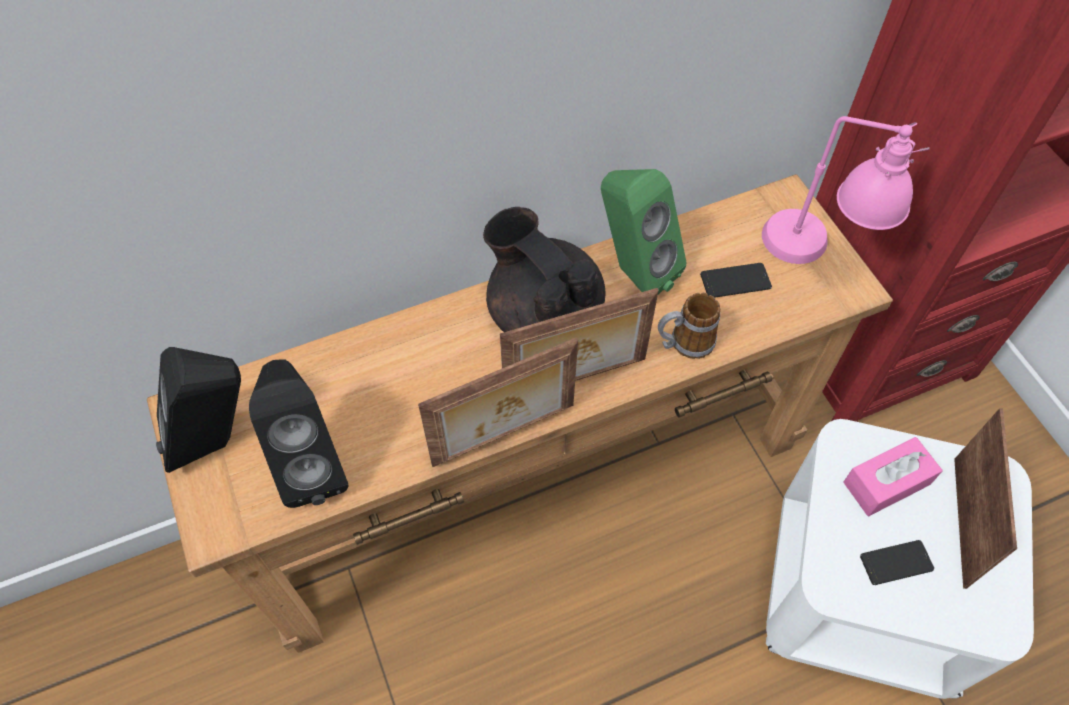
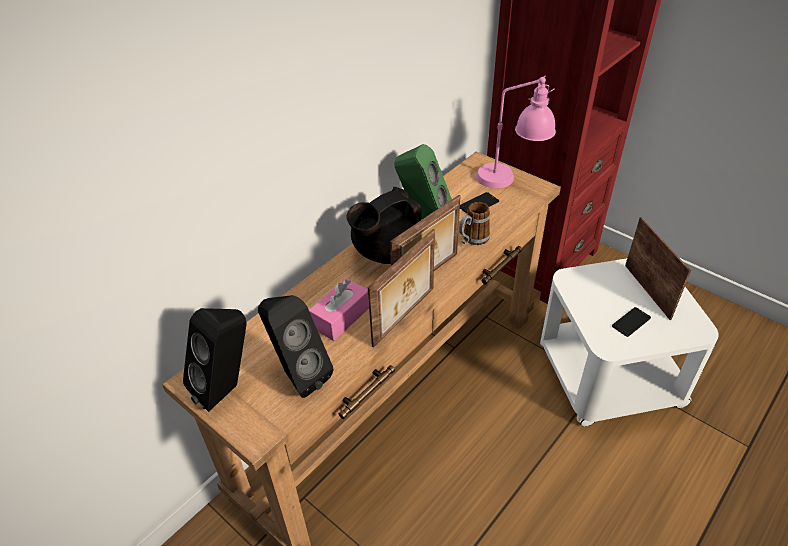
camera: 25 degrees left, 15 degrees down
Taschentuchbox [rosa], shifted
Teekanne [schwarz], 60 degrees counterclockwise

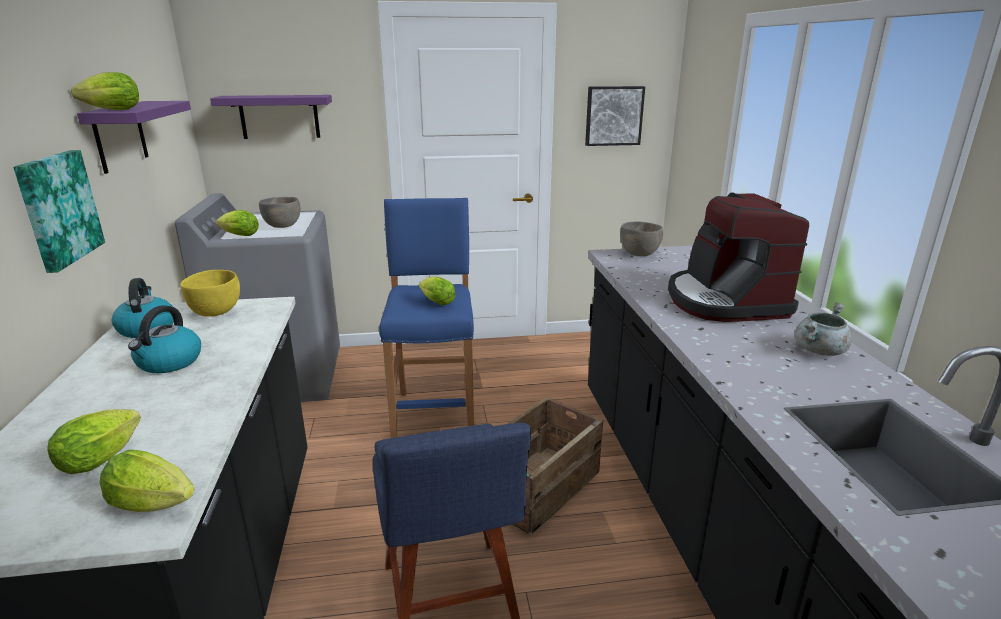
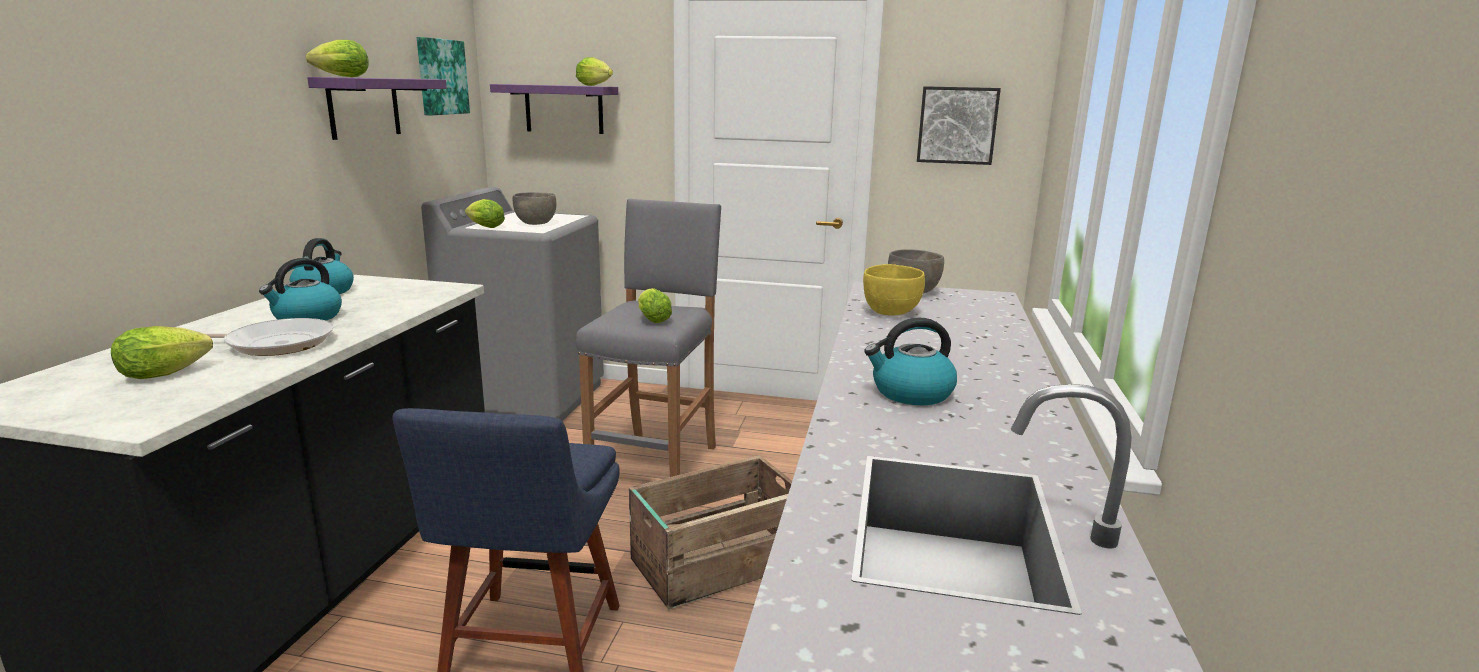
camera: 20 degrees right, 5 degrees down
Kaffeemaschine → -
Kochtopf [grau] → -
- → Pfanne
- → Wasserkessel (no. 3 from left)
Bild (no. 1 from left), shifted
Salatkopf (no. 3 from left in the first image) → Salatkopf (no. 4 from left), shifted
Schüssel [gelb], shifted
Hocker [blau] → Hocker [grau]

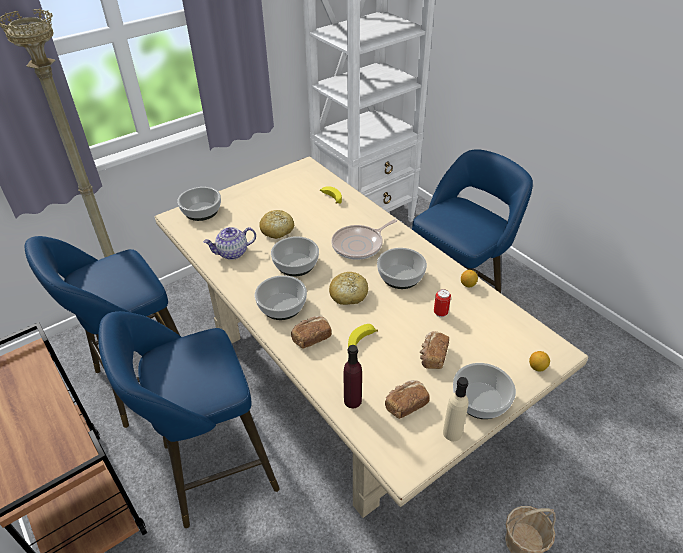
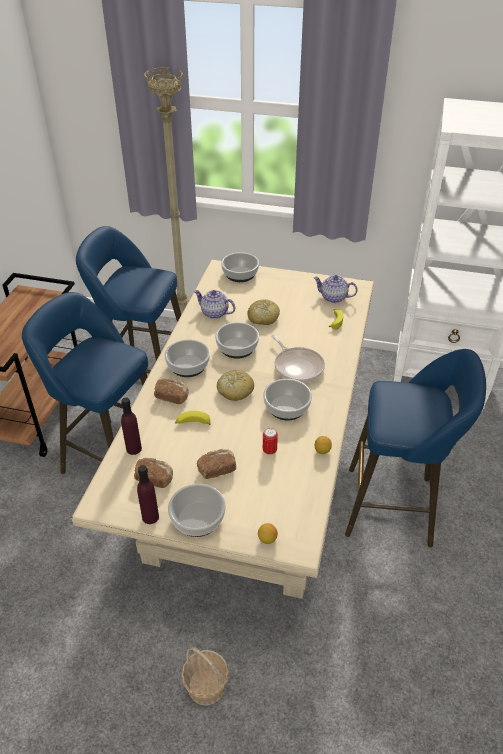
camera: 50 degrees right, 0 degrees up
- → Teekanne (no. 2 from left)
Flasche [beige] → Flasche [lila] (no. 2 from left)
Pfanne, 135 degrees counterclockwise

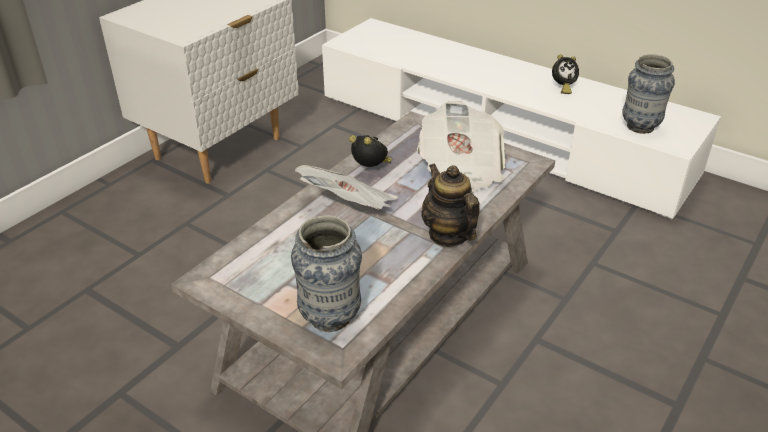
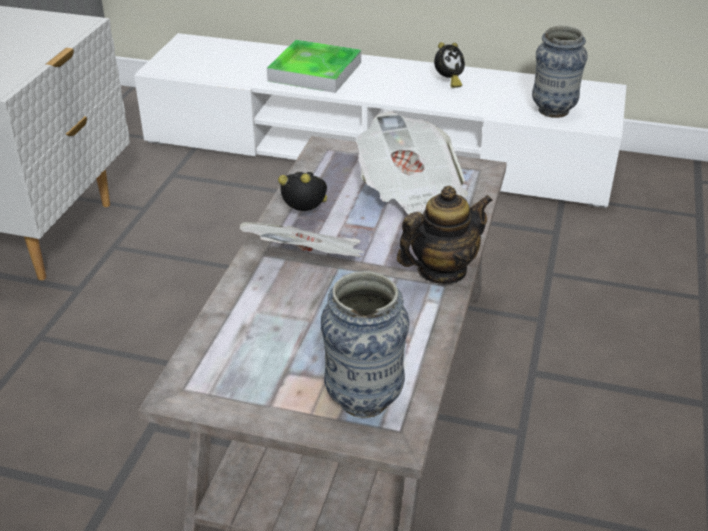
camera: 20 degrees left, 0 degrees up
- → Tablett
Teekanne, 105 degrees clockwise

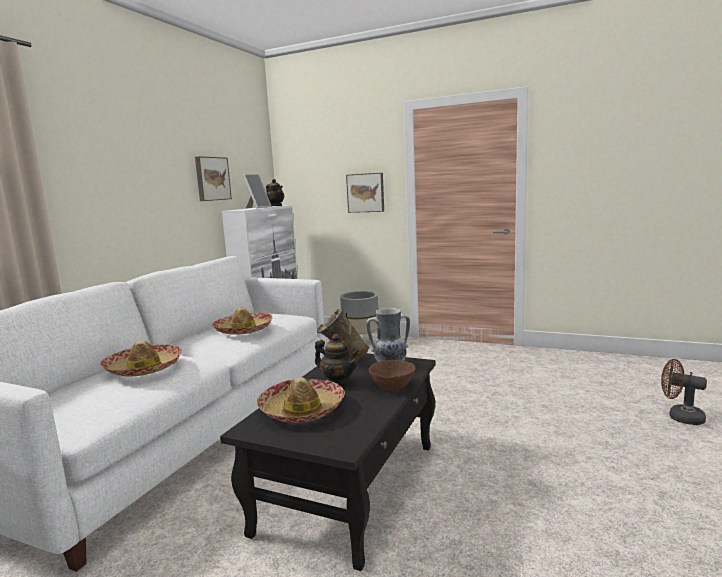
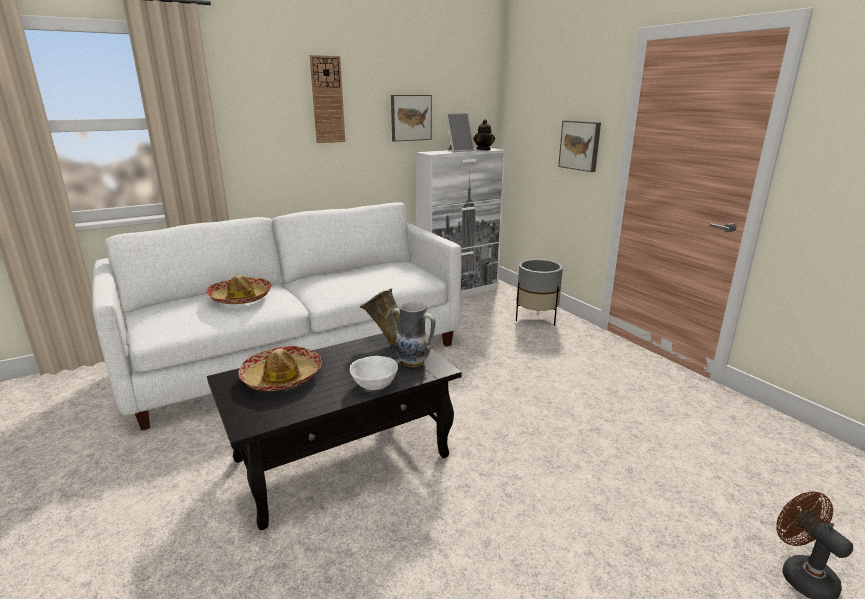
camera: 35 degrees right, 10 degrees up
Hut (no. 2 from left) → -
Teekanne (no. 2 from left) → -
- → Wanduhr
Schüssel [braun] → Schüssel [weiß]

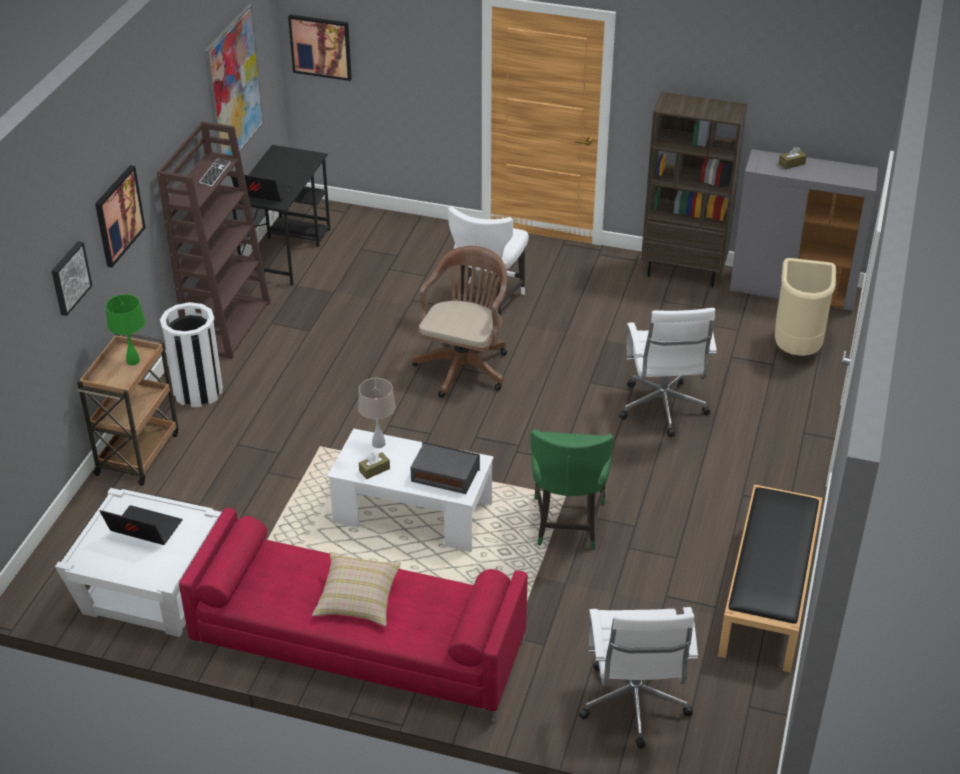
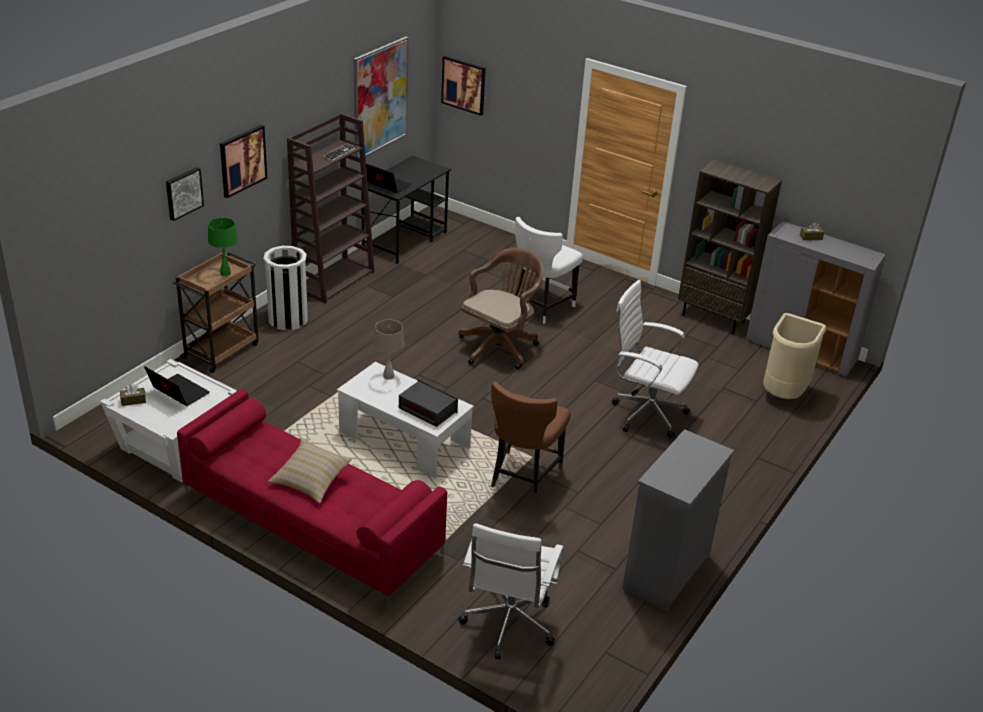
camera: 15 degrees right, 5 degrees down
Taschentuchbox [braun] (no. 1 from left), shifted
Bank [schwarz] → Kommode [grau]
Stuhl [grün] → Stuhl [braun]
Bürostuhl [weiß] (no. 2 from left), 105 degrees clockwise

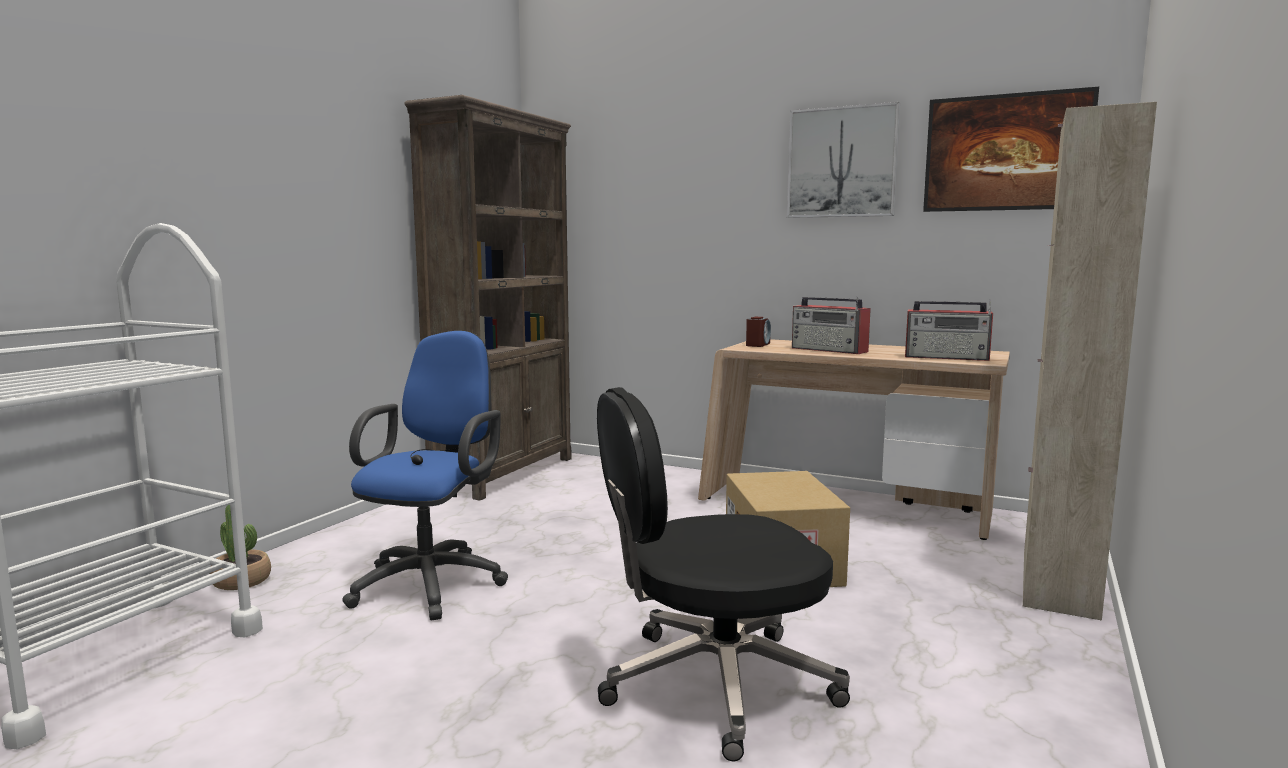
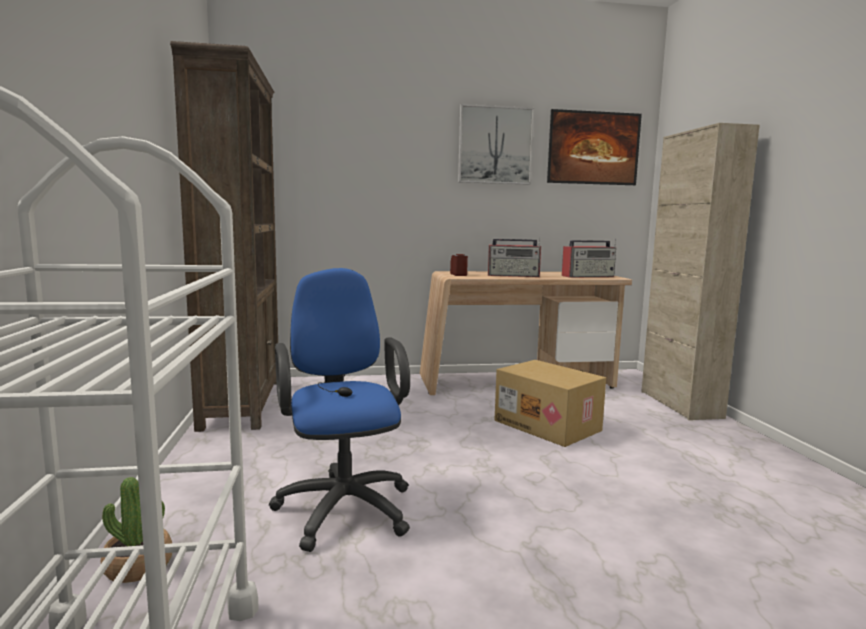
camera: 35 degrees left, 0 degrees up
Bürostuhl [schwarz] → -

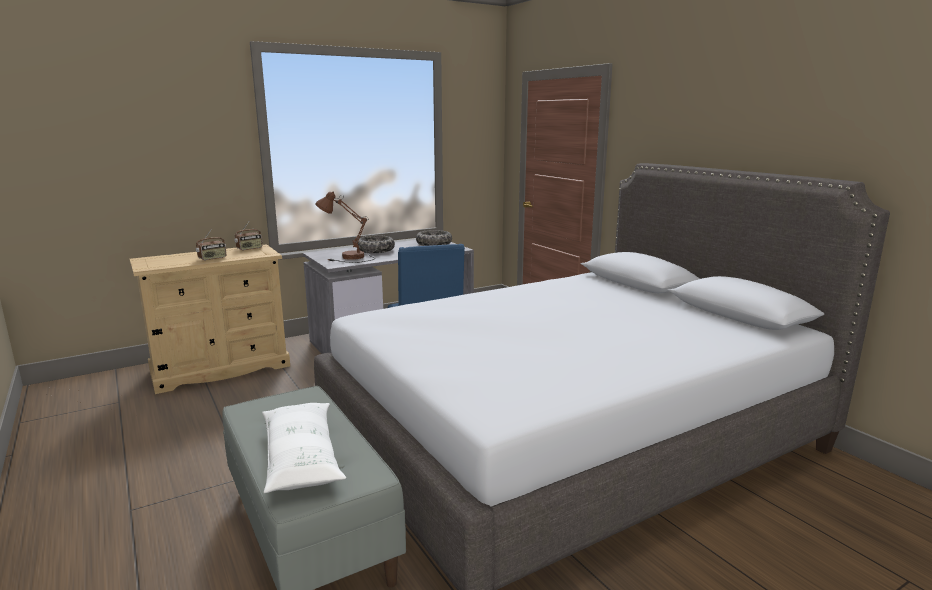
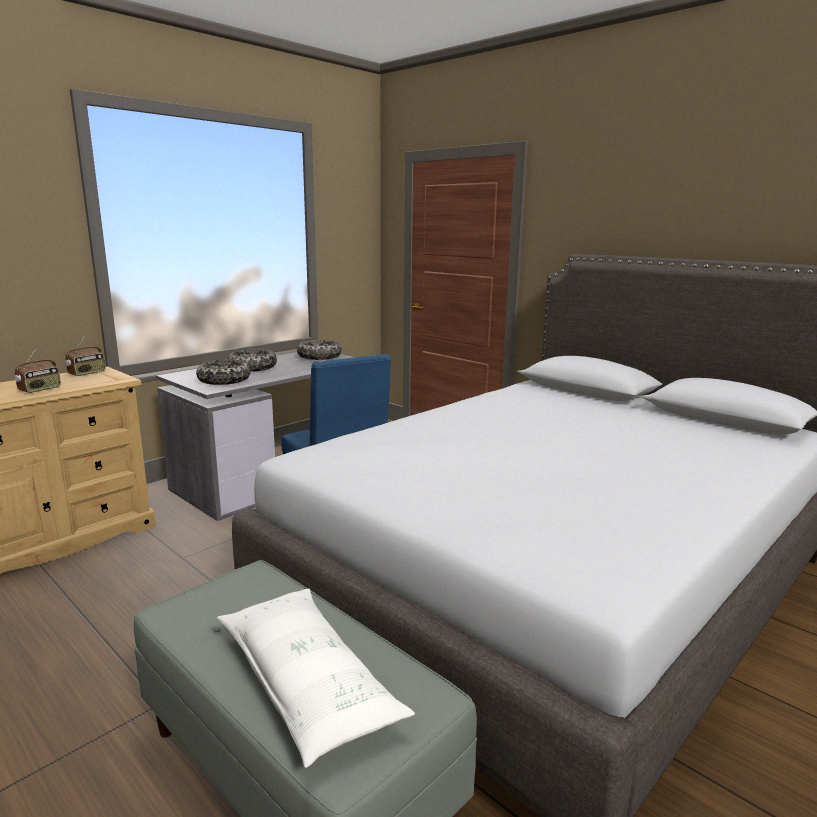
camera: 15 degrees left, 0 degrees up
Tischlampe [braun] → Schüssel (no. 1 from left)

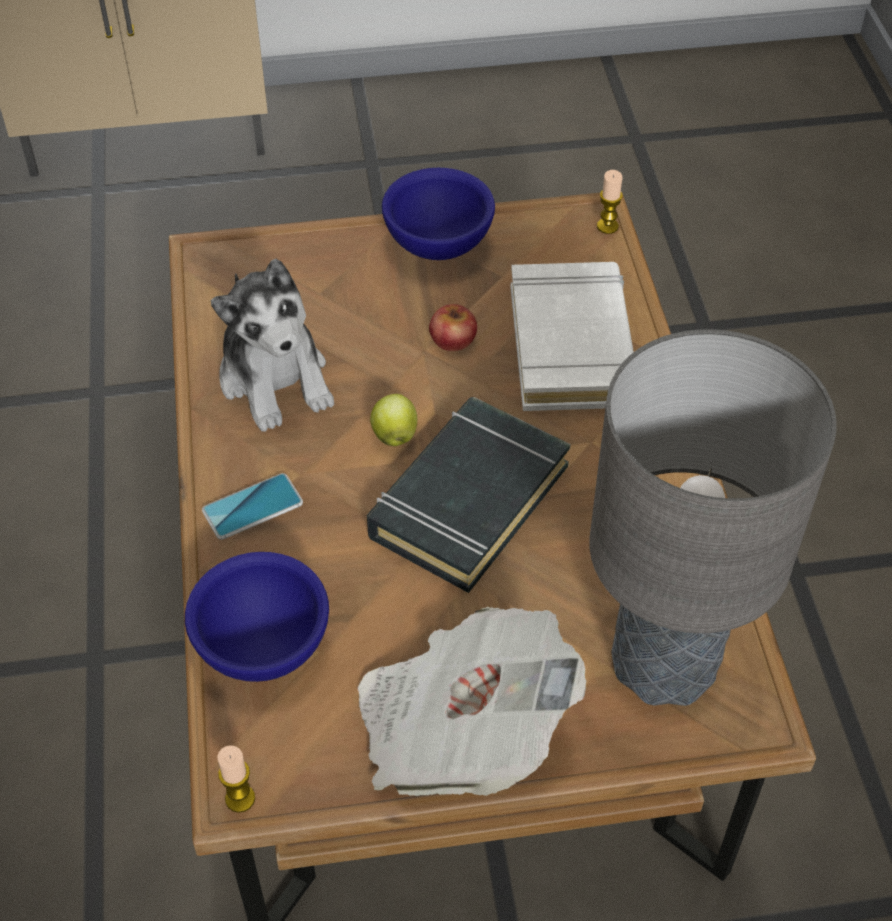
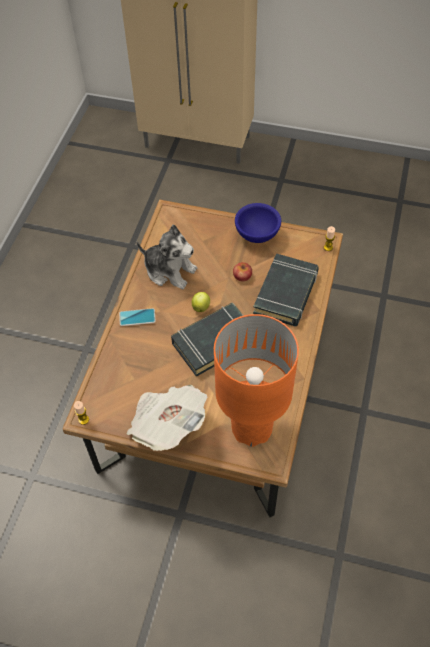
camera: 25 degrees right, 5 degrees up
Schüssel [blau] (no. 1 from left) → -
Buch [weiß] → Buch [schwarz] (no. 2 from left)
Tischlampe [grau] → Tischlampe [orange]
Plüschtier, 60 degrees counterclockwise

